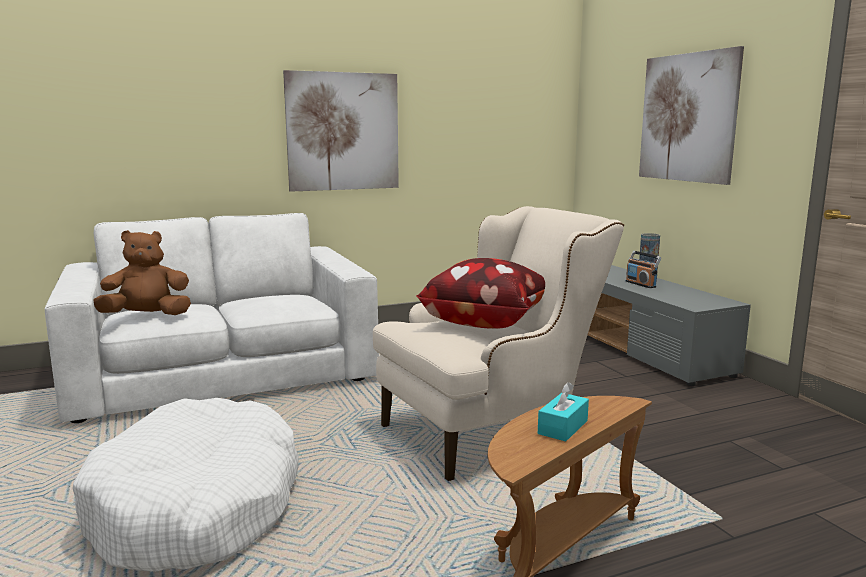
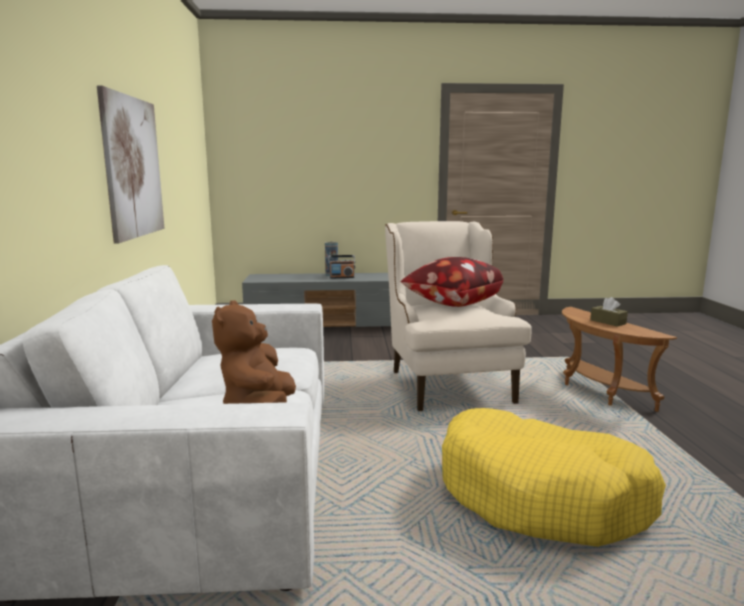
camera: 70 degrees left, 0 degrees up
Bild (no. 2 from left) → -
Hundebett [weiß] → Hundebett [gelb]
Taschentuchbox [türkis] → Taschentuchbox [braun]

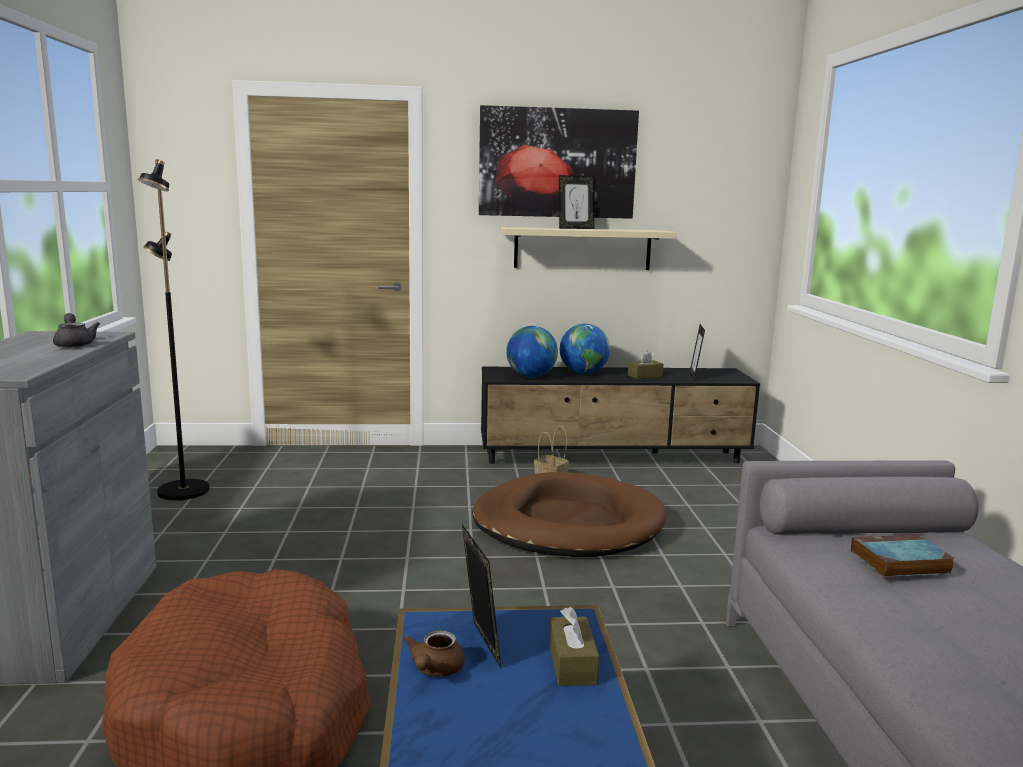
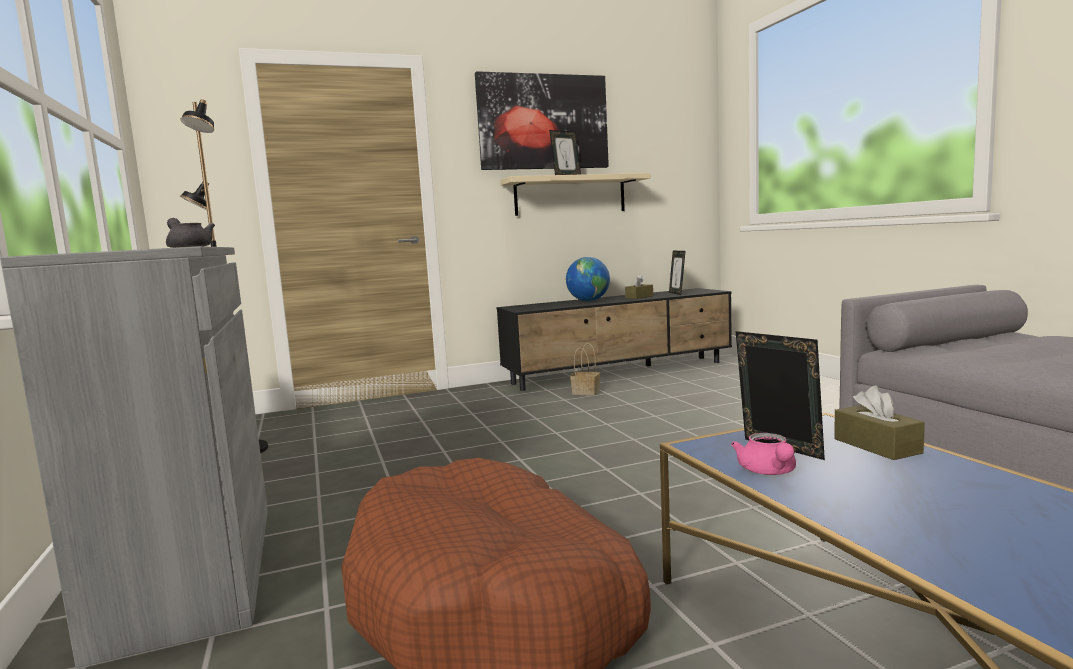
camera: 15 degrees left, 5 degrees down
Hundebett [braun] (no. 2 from left) → -
Globus (no. 1 from left) → -
Buch → -
Teekanne [braun] → Teekanne [rosa]

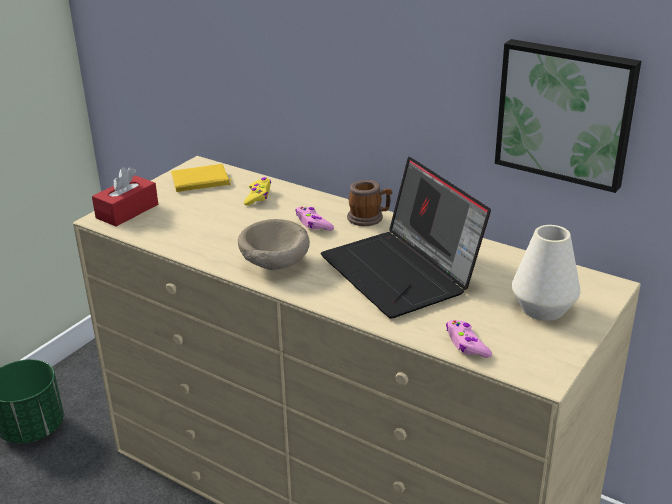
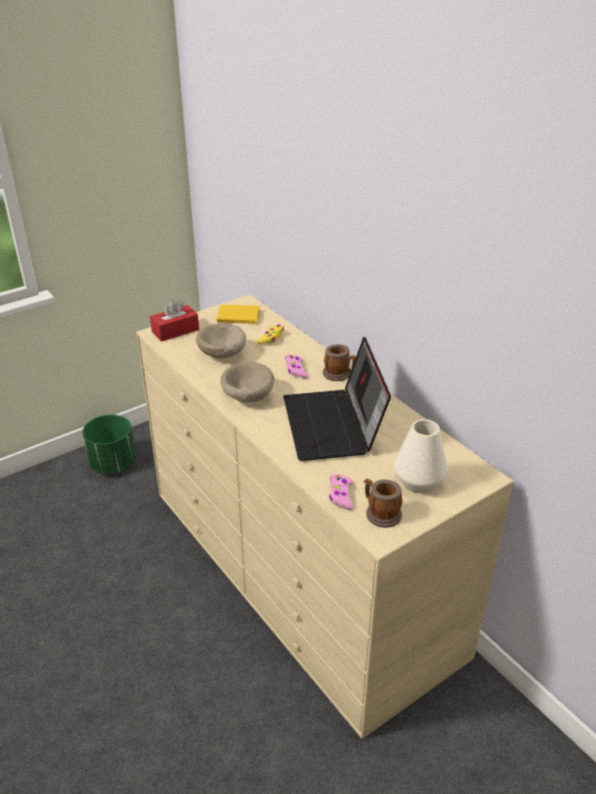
camera: 20 degrees right, 5 degrees up
Bild → -
- → Schüssel [beige] (no. 1 from left)
- → Henkelbecher (no. 2 from left)

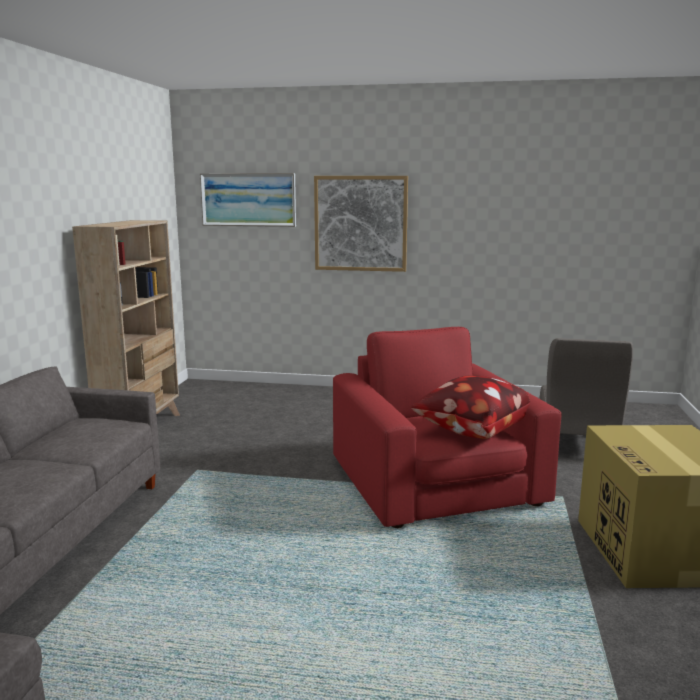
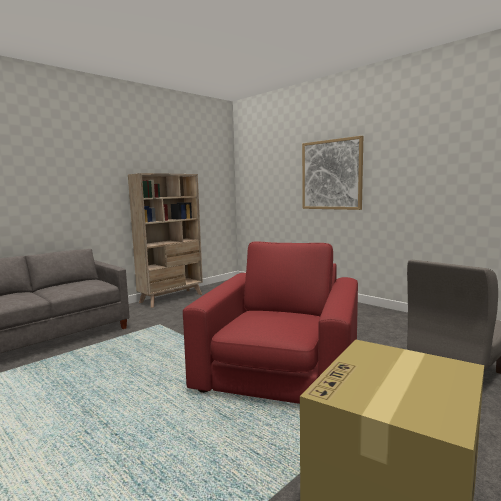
camera: 35 degrees right, 5 degrees down
Bild (no. 1 from left) → -
Kissen → -

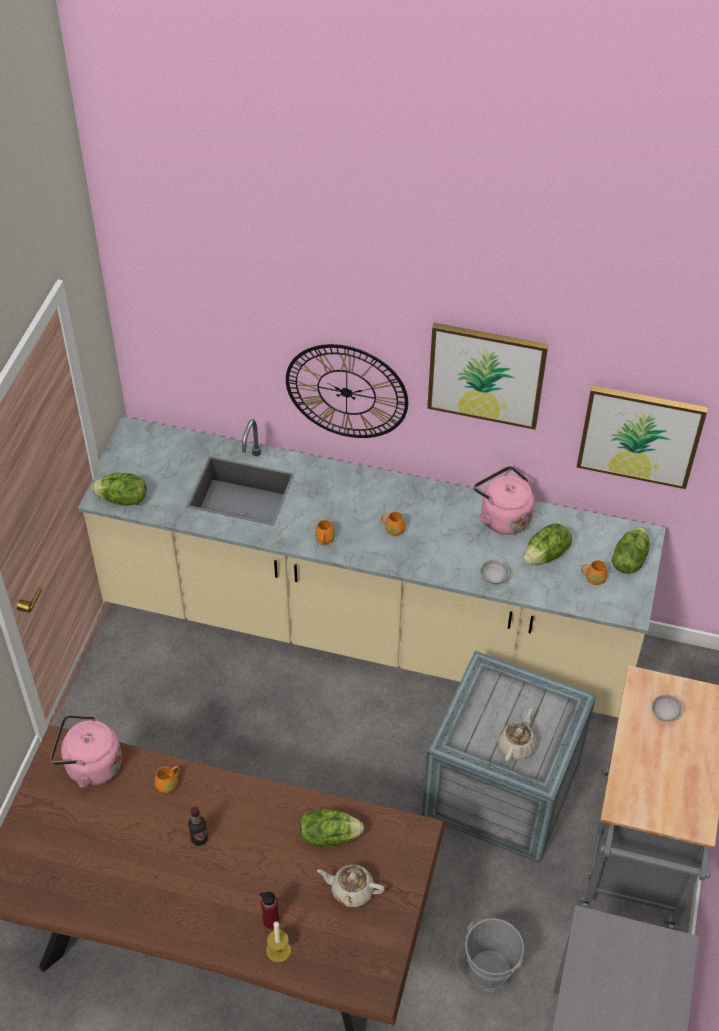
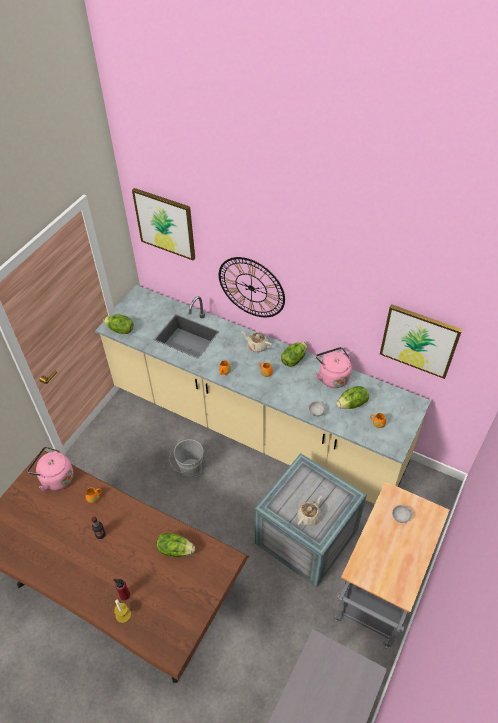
camera: 15 degrees right, 0 degrees up
Teekanne [beige] (no. 1 from left), shifted
Bild (no. 1 from left), shifted
Eimer [grau], shifted
Salatkopf (no. 4 from left in the first image) → Salatkopf (no. 3 from left), shifted

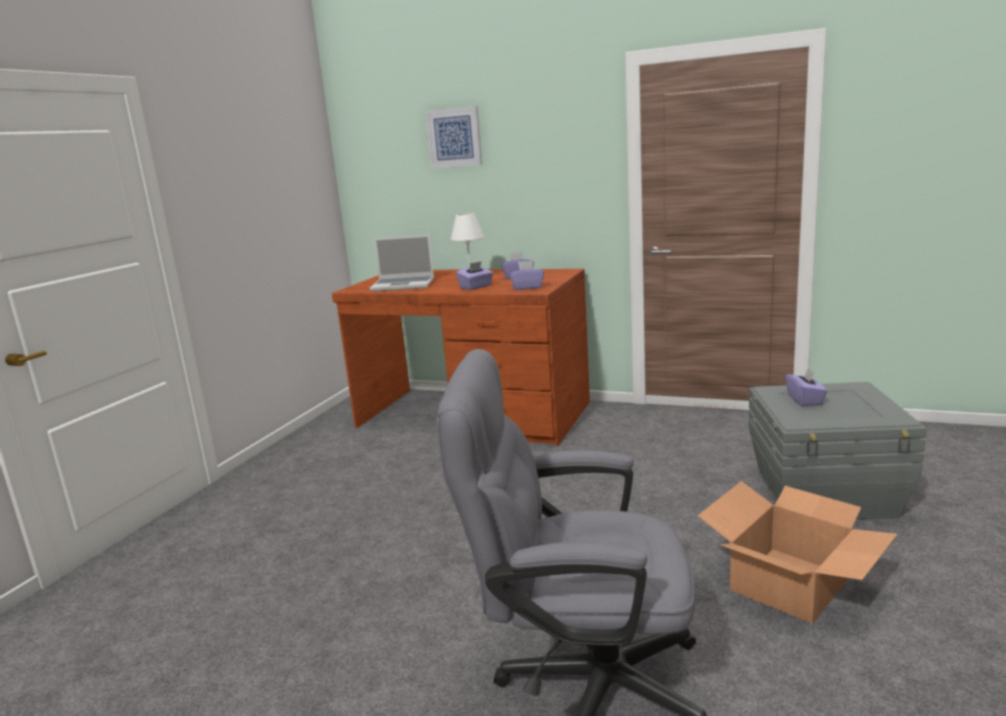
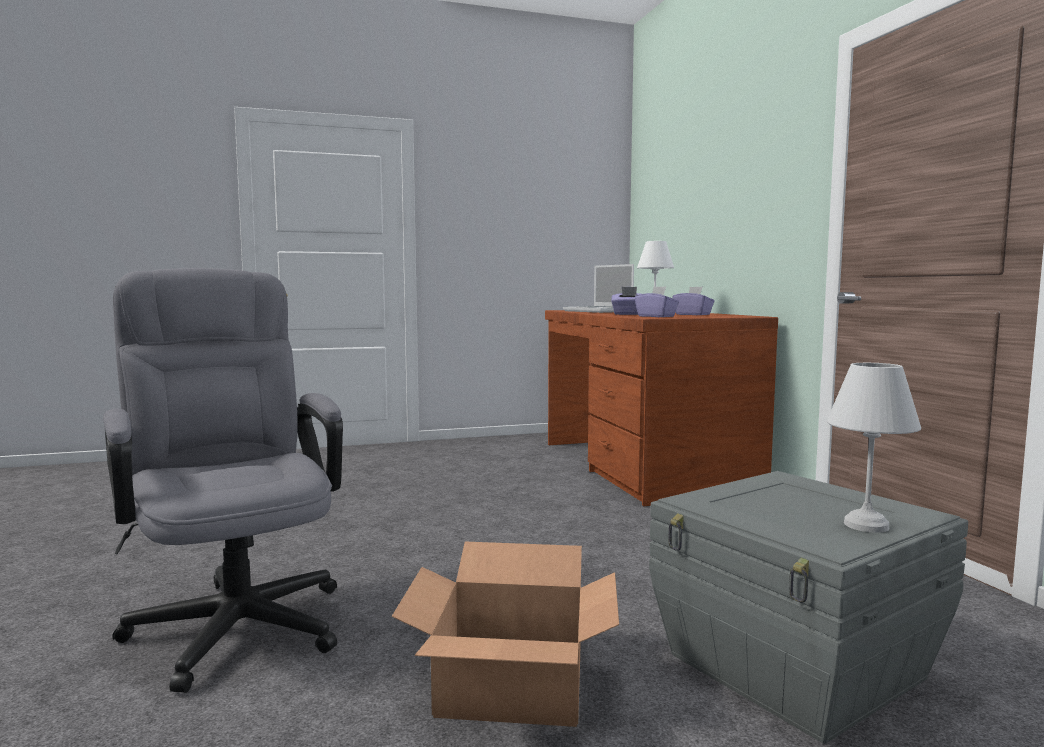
camera: 50 degrees right, 10 degrees down
Bild → -
Taschentuchbox [lila] (no. 4 from left) → -
- → Tischlampe [weiß] (no. 2 from left)

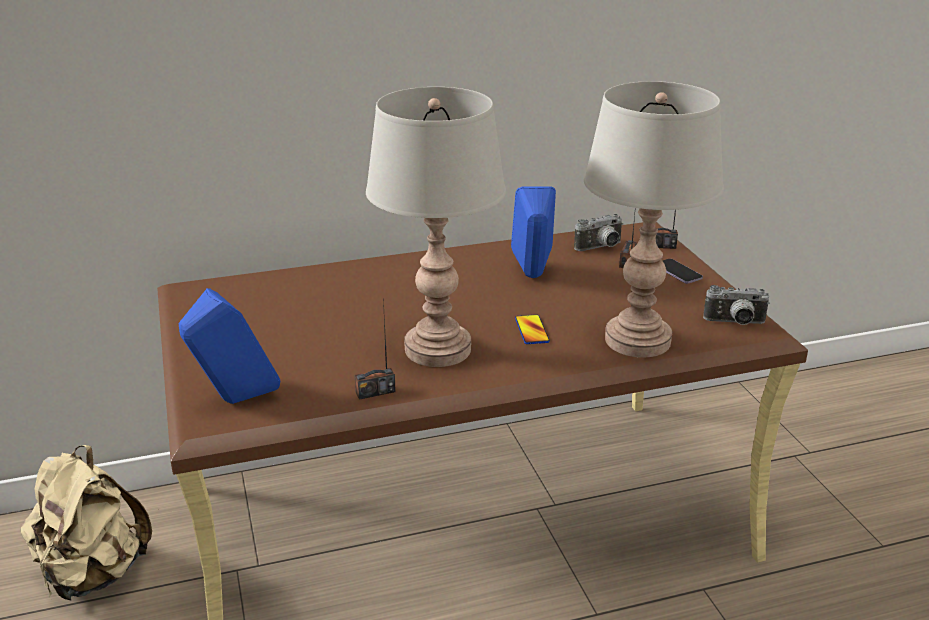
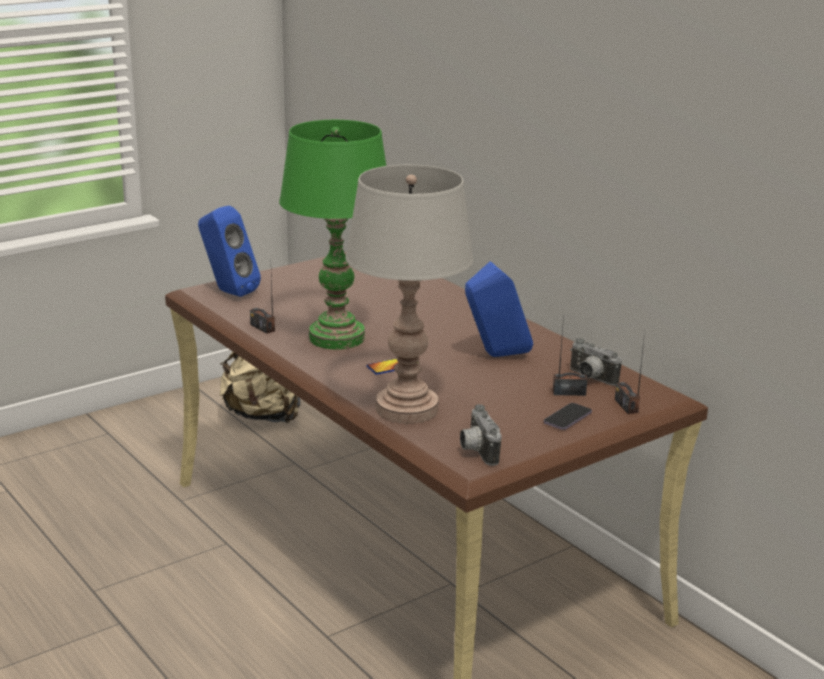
camera: 70 degrees right, 5 degrees down
Tischlampe [grau] (no. 1 from left) → Tischlampe [grün]

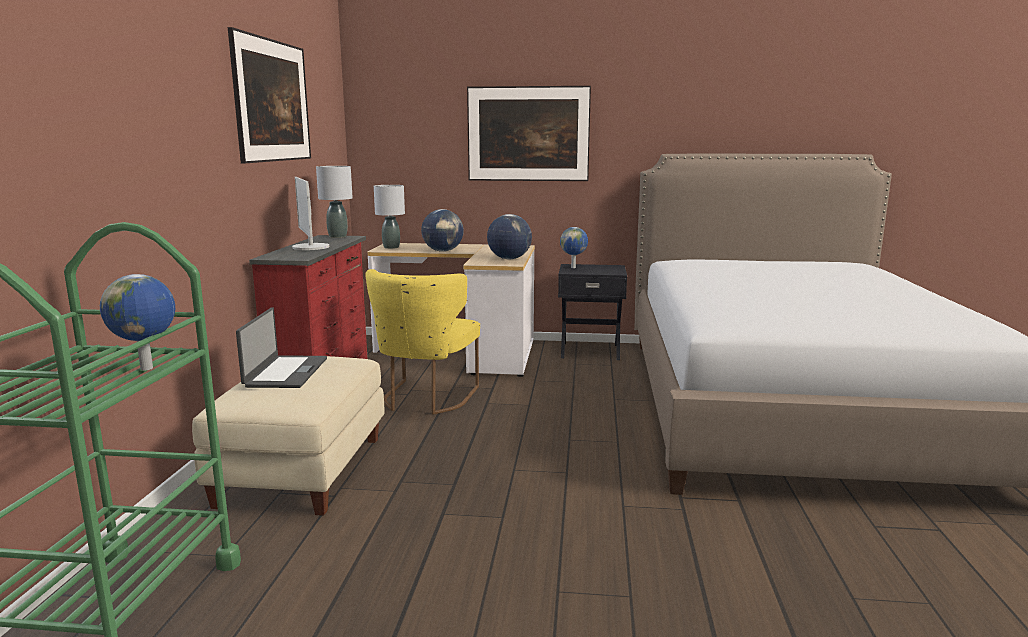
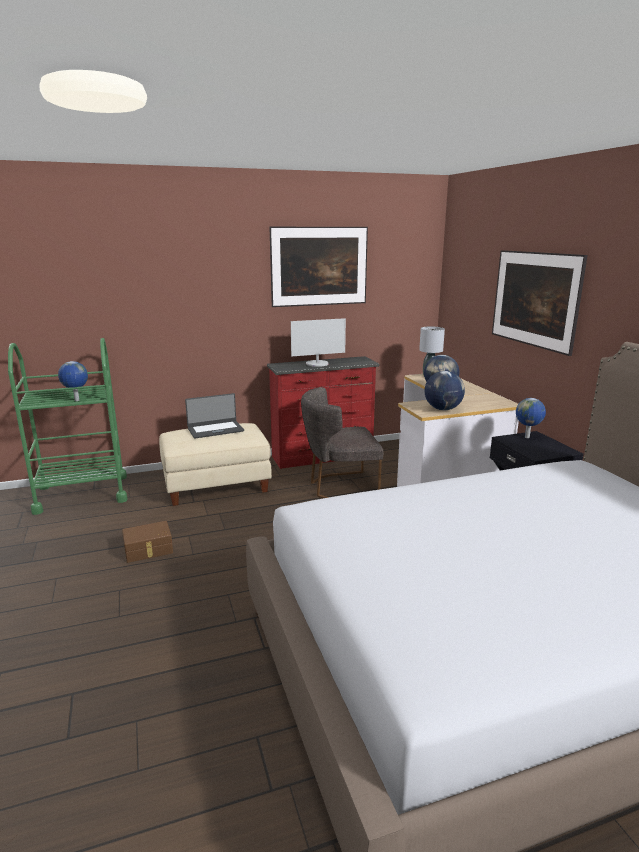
camera: 65 degrees right, 5 degrees up
Tischlampe [grau] (no. 1 from left) → -
- → Aufbewahrungsbox [braun]
Stuhl [gelb] → Stuhl [grau]
Monitor, 150 degrees counterclockwise

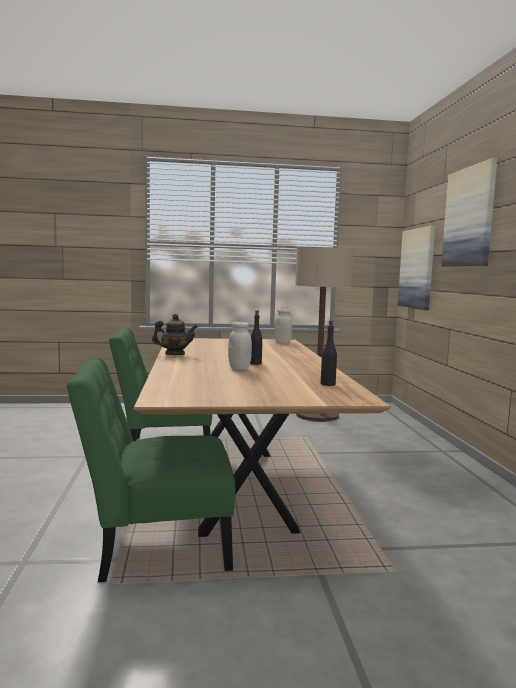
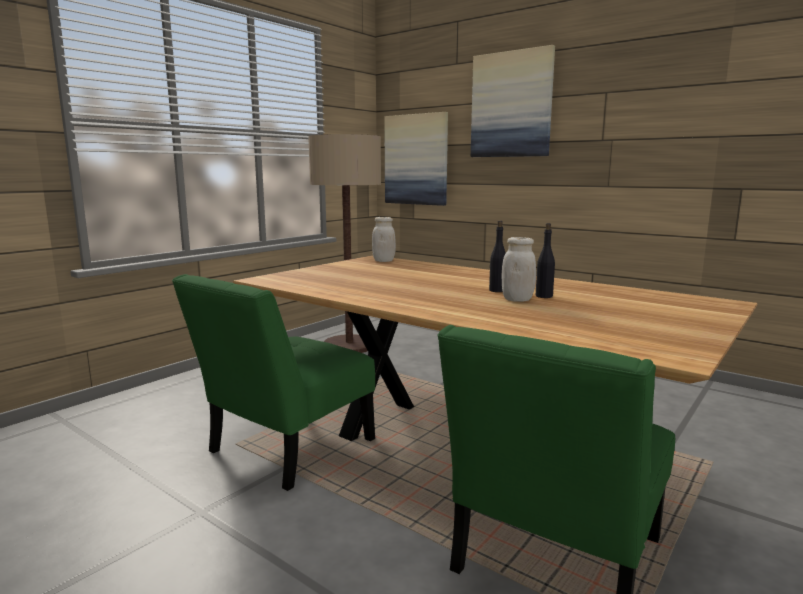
camera: 45 degrees left, 5 degrees up
Teekanne → -
Flasche [schwarz] (no. 2 from left), shifted

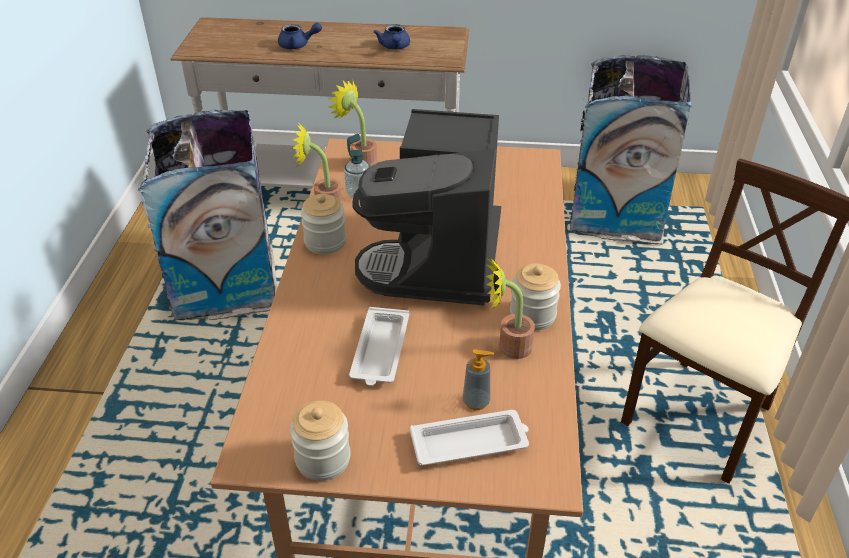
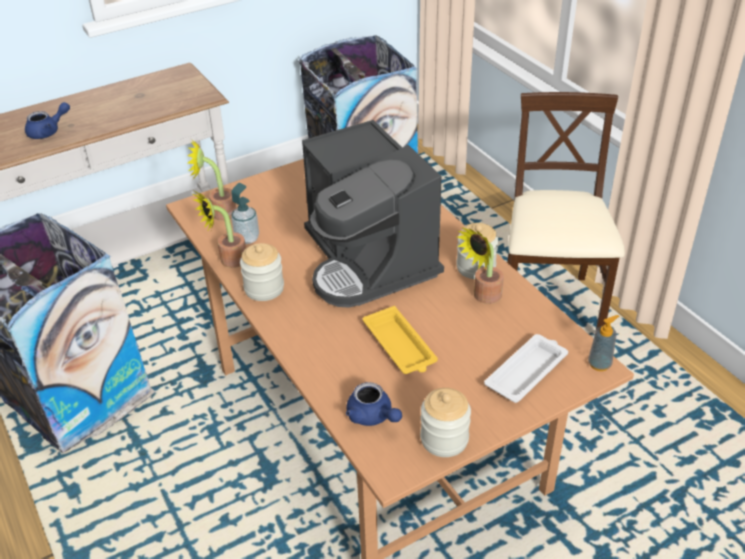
camera: 35 degrees left, 0 degrees up
Teekanne [blau] (no. 2 from left), shifted
Seifenspender (no. 2 from left), shifted
Tablett [weiß] (no. 1 from left) → Tablett [gelb]

